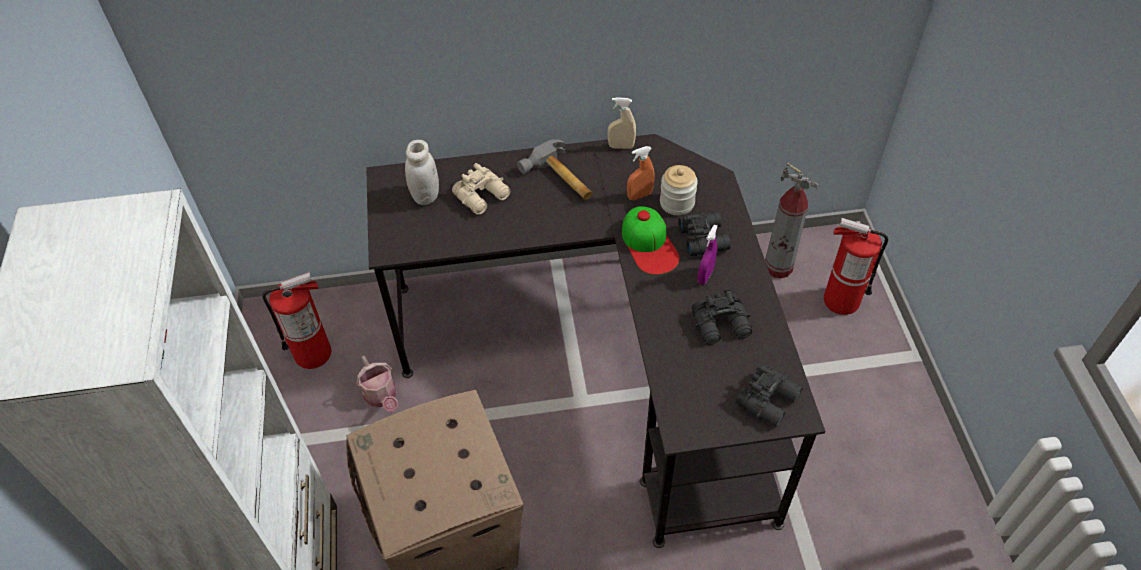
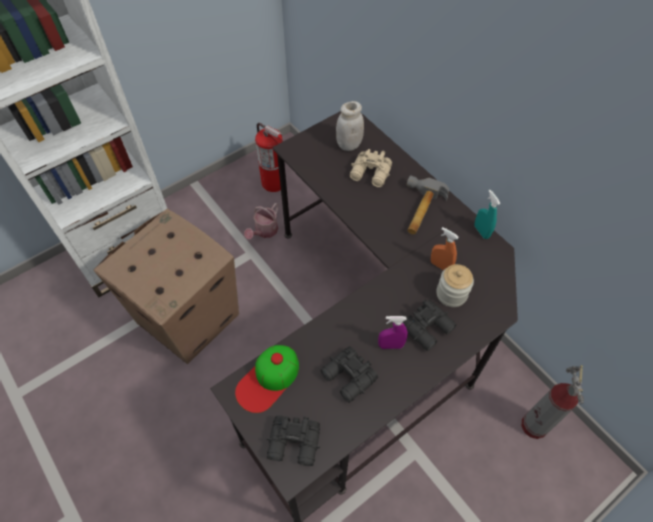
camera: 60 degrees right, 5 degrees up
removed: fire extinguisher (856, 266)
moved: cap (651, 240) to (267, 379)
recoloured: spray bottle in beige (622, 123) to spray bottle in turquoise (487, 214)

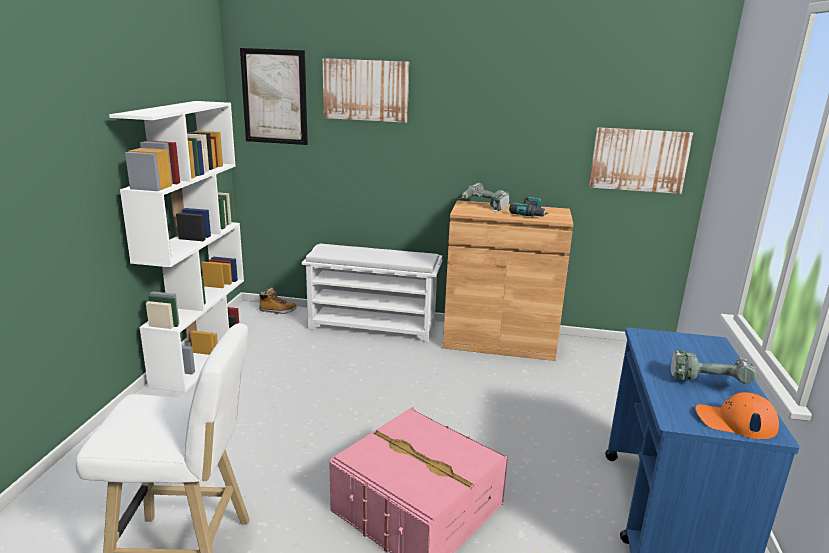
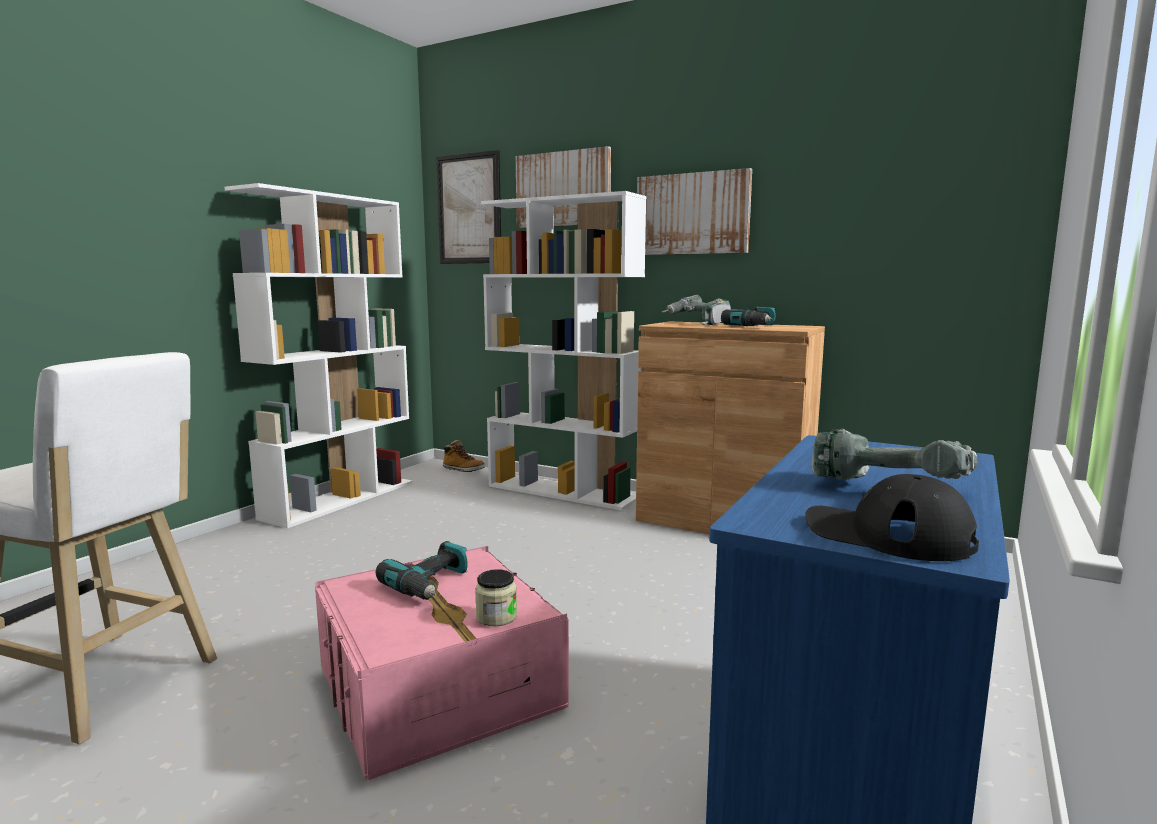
camera: 20 degrees right, 10 degrees down
added: power drill (422, 570); jar (496, 597)
moved: picture (641, 160) to (694, 211)
replaced: shoe rack in white (372, 293) to bookcase in white (563, 350)
recoloured: cap in orange (737, 415) to cap in black (892, 517)

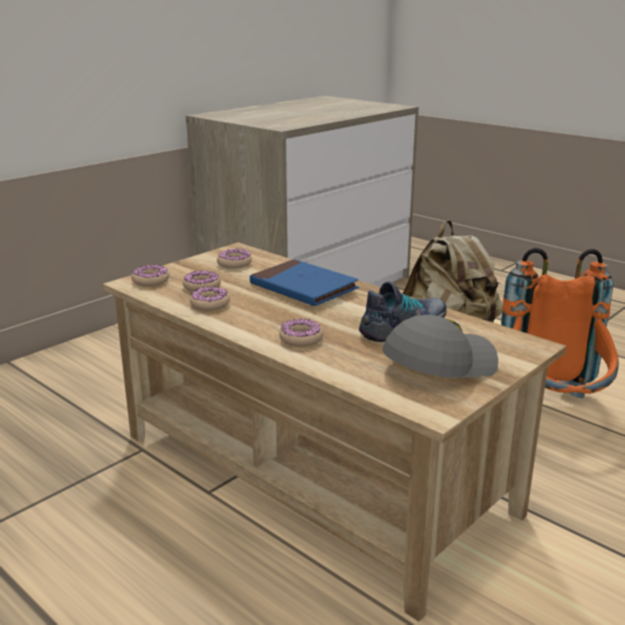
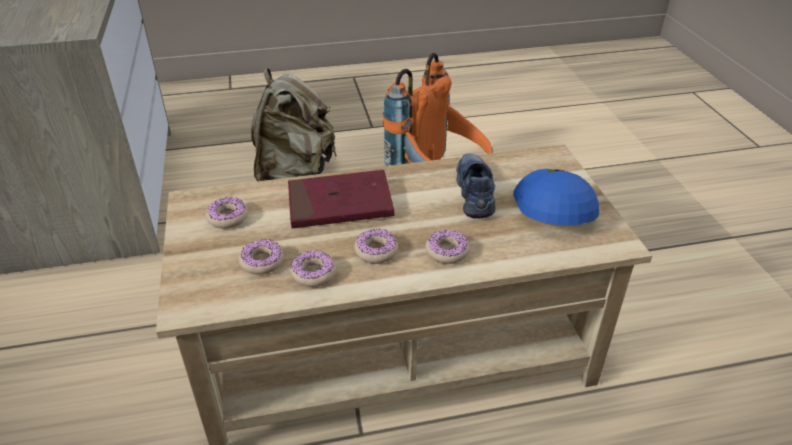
camera: 55 degrees left, 15 degrees up
moved: donut (150, 275) to (376, 246)
recoloured: book in blue (304, 282) to book in red (341, 199); cap in grey (440, 346) to cap in blue (556, 197)

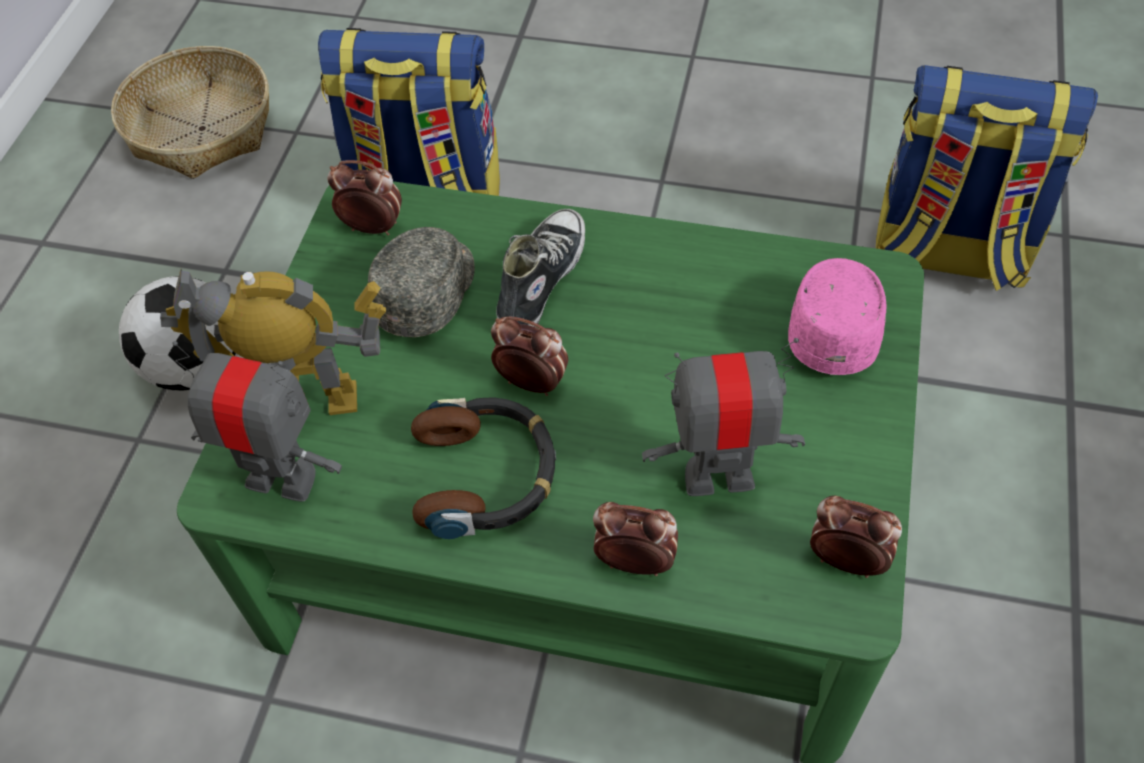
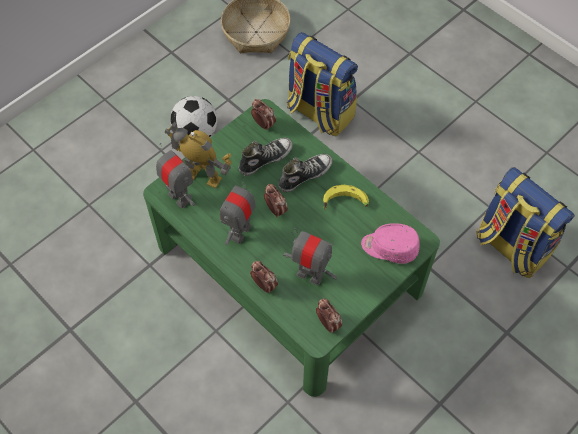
camera: 30 degrees right, 5 degrees up
added: banana (346, 197)
replaced: cap in grey (421, 282) to shoe (266, 157); headphones (483, 468) to toy robot (238, 210)
turned: cap in pink (837, 316) = (390, 243) 120 degrees counterclockwise

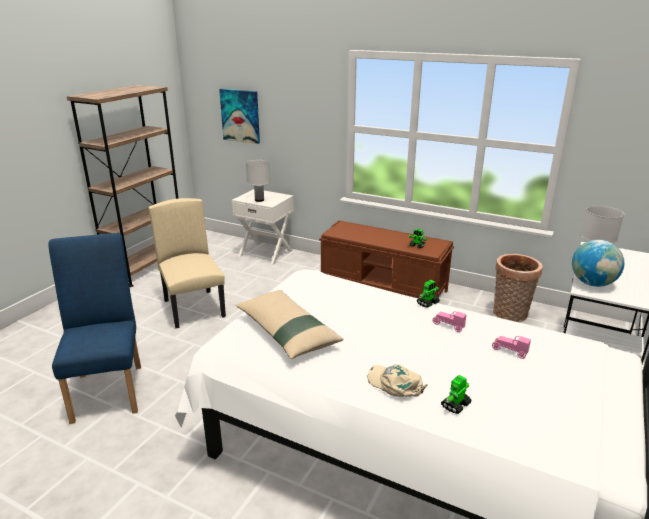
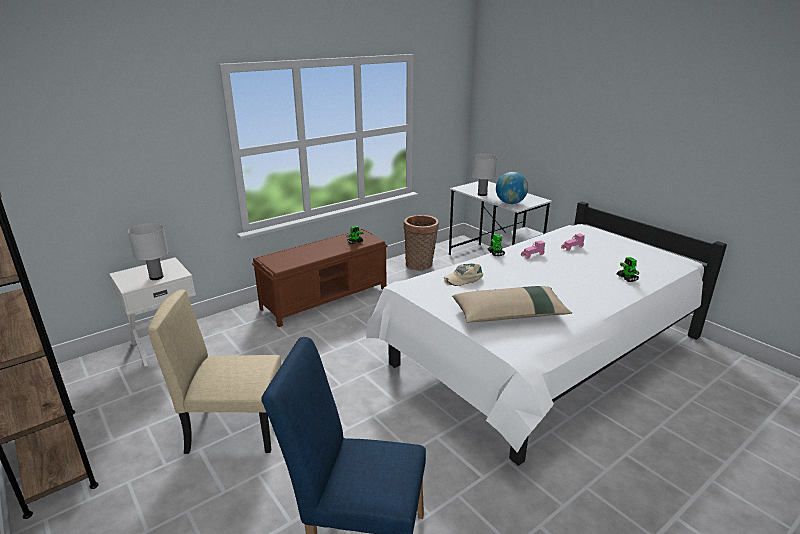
camera: 65 degrees left, 0 degrees up
removed: picture (239, 116)
moved: cap in beige (397, 380) to (463, 274)

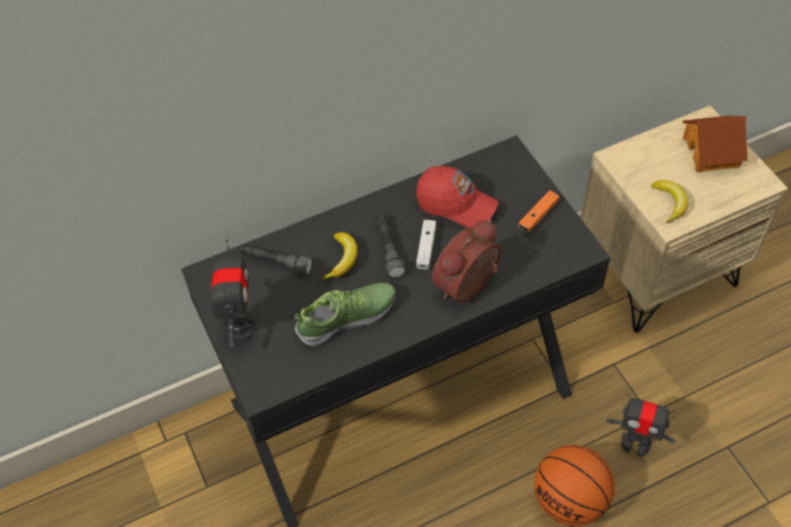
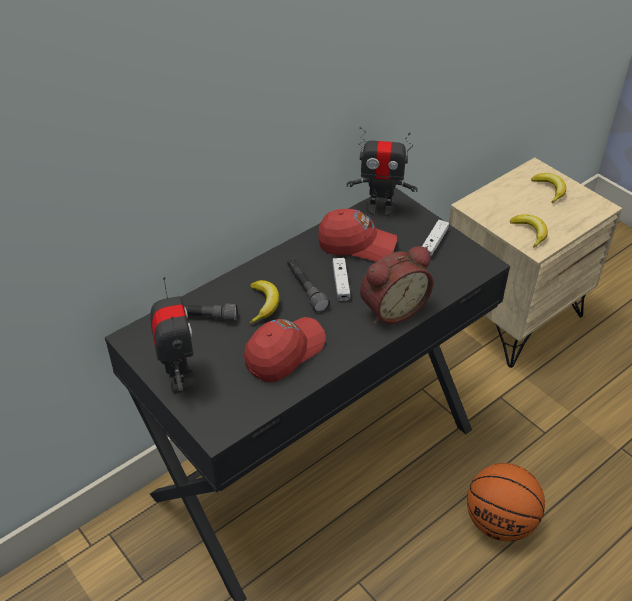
camera: 15 degrees left, 10 degrees down
moved: toy robot (641, 425) to (382, 172)
replaced: toy house (715, 143) to banana (548, 188); shoe (345, 314) to cap in red (285, 349)
recoloured: game controller in orange (538, 211) to game controller in white (435, 238)
turned: alarm clock (466, 261) = (396, 285) 150 degrees counterclockwise

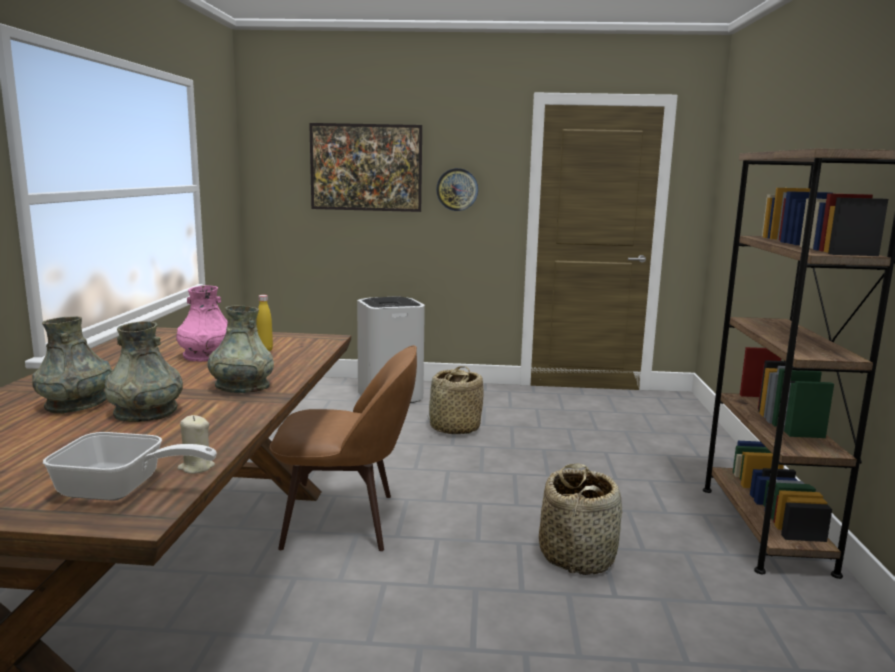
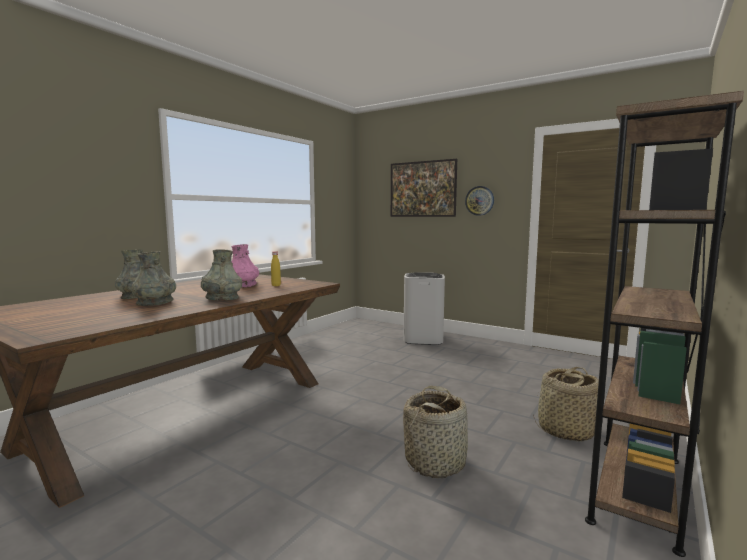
camera: 30 degrees right, 5 degrees down
removed: chair in brown (343, 448); candle in beige (196, 444); frying pan (130, 466)
moved: basket (455, 400) to (566, 404)

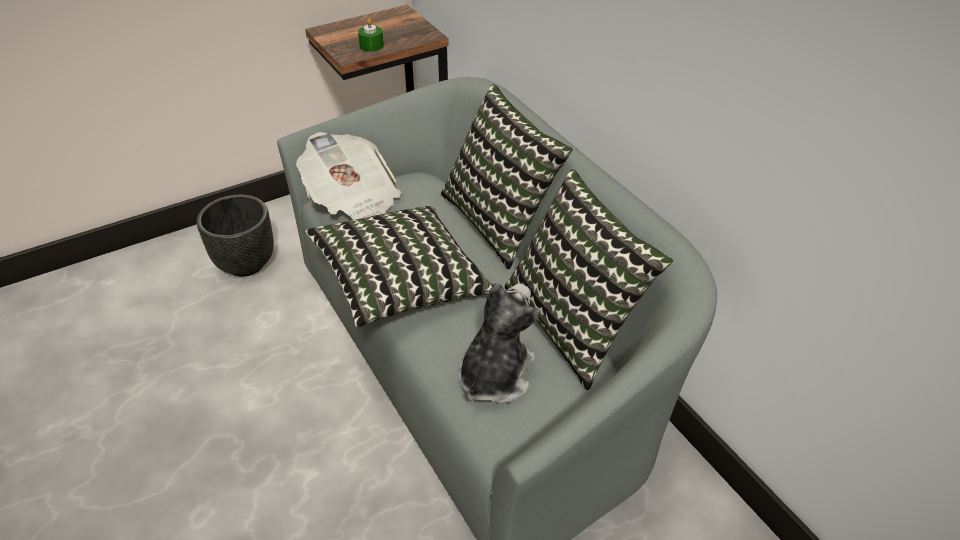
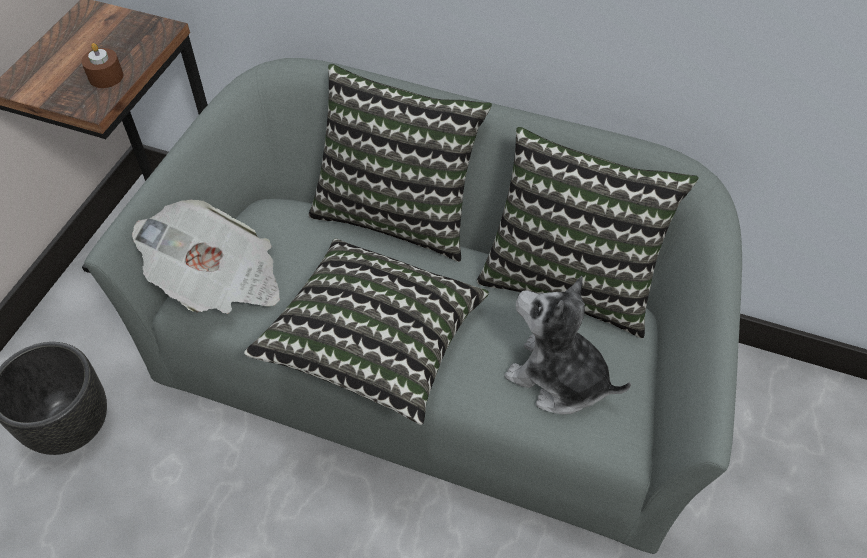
camera: 40 degrees left, 10 degrees up
recoloured: candle in green (371, 35) to candle in brown (102, 65)
turned: plush toy (499, 343) = (567, 345) 45 degrees counterclockwise

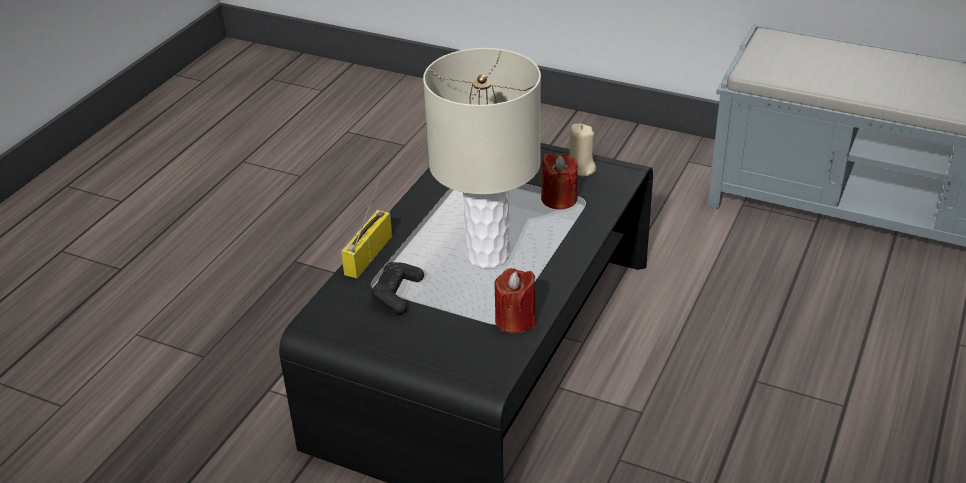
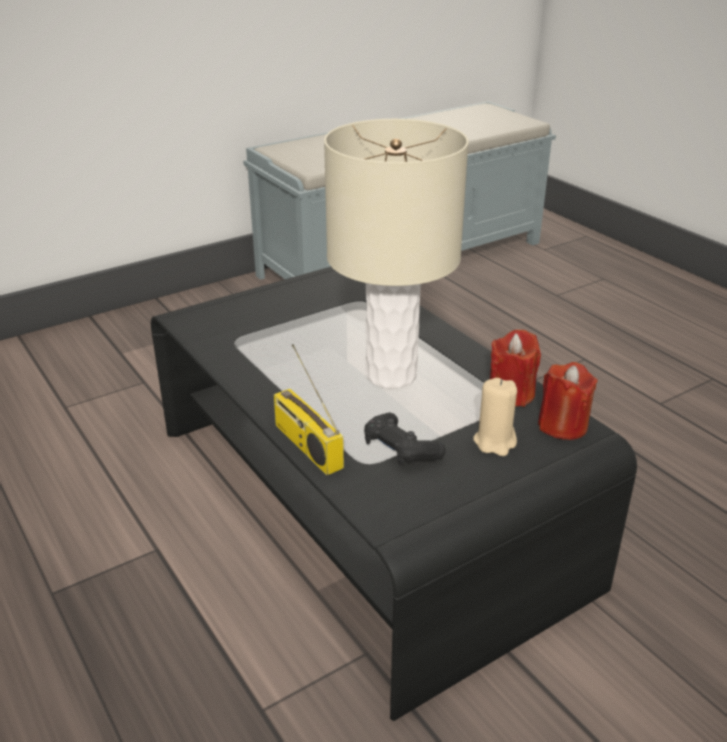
camera: 60 degrees left, 5 degrees down
moved: candle in beige (582, 150) to (495, 417); candle in red (559, 181) to (568, 401)

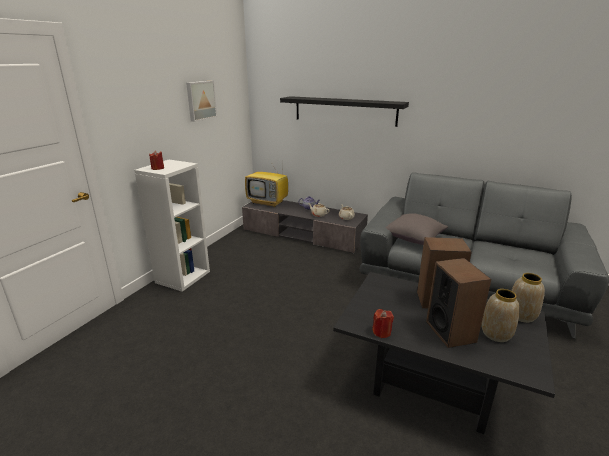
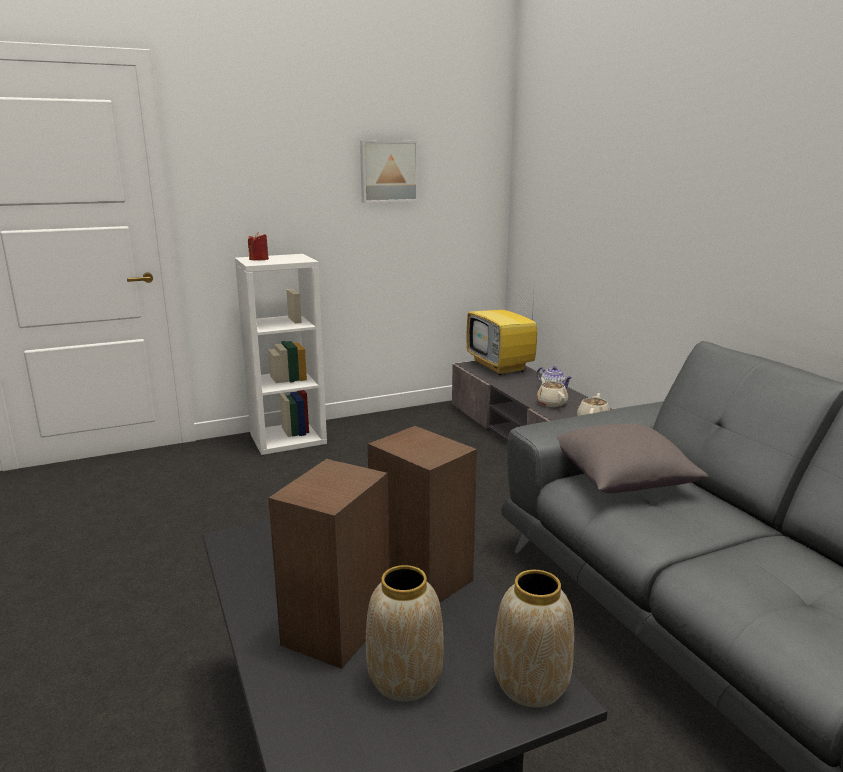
camera: 40 degrees right, 5 degrees down
removed: shelf in black (344, 111); candle in red (383, 323)

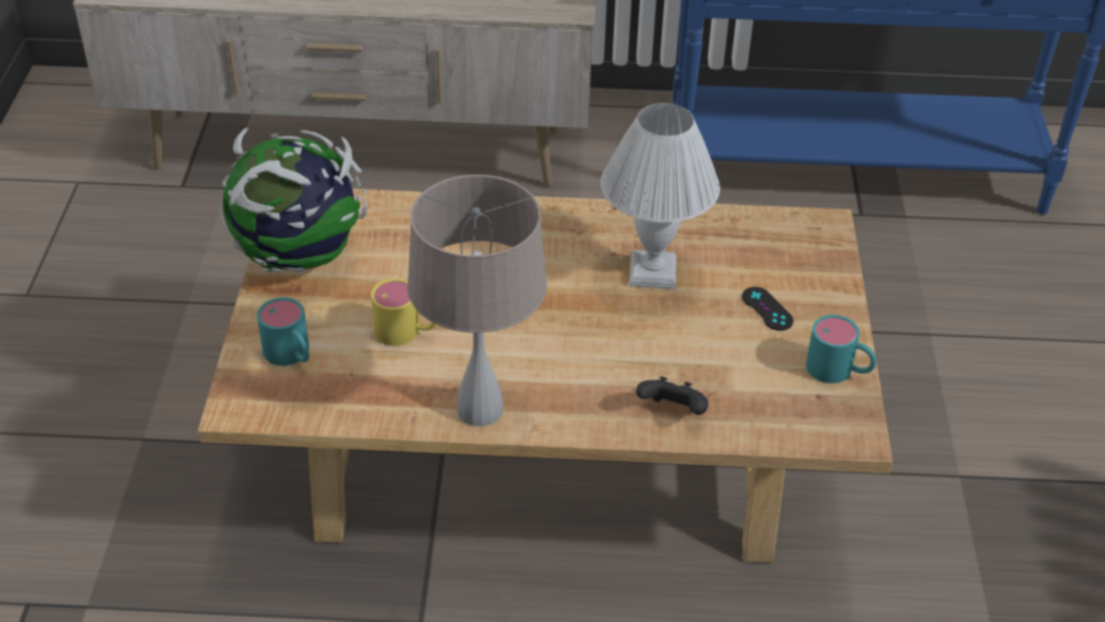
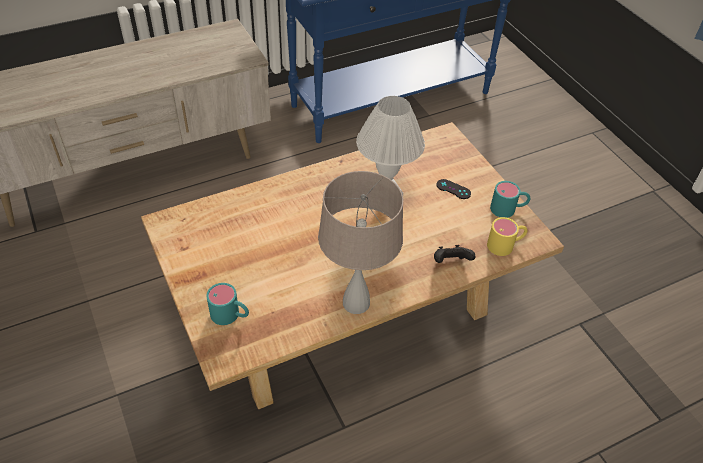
camera: 30 degrees left, 5 degrees up
removed: globe (294, 200)
moved: mug in yellow (404, 312) to (507, 236)

